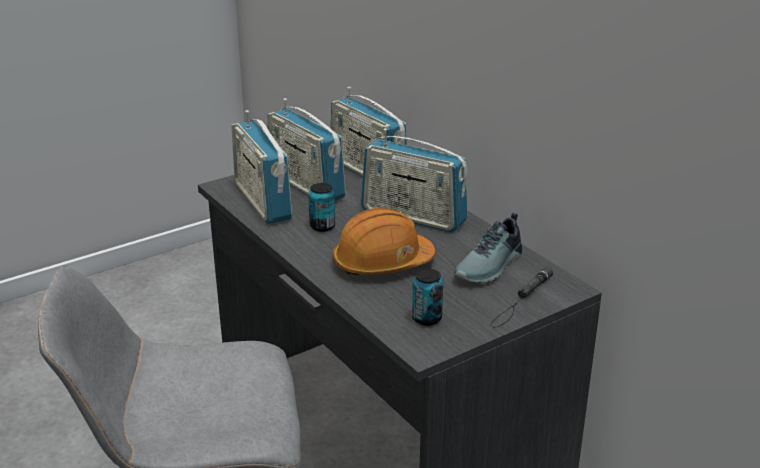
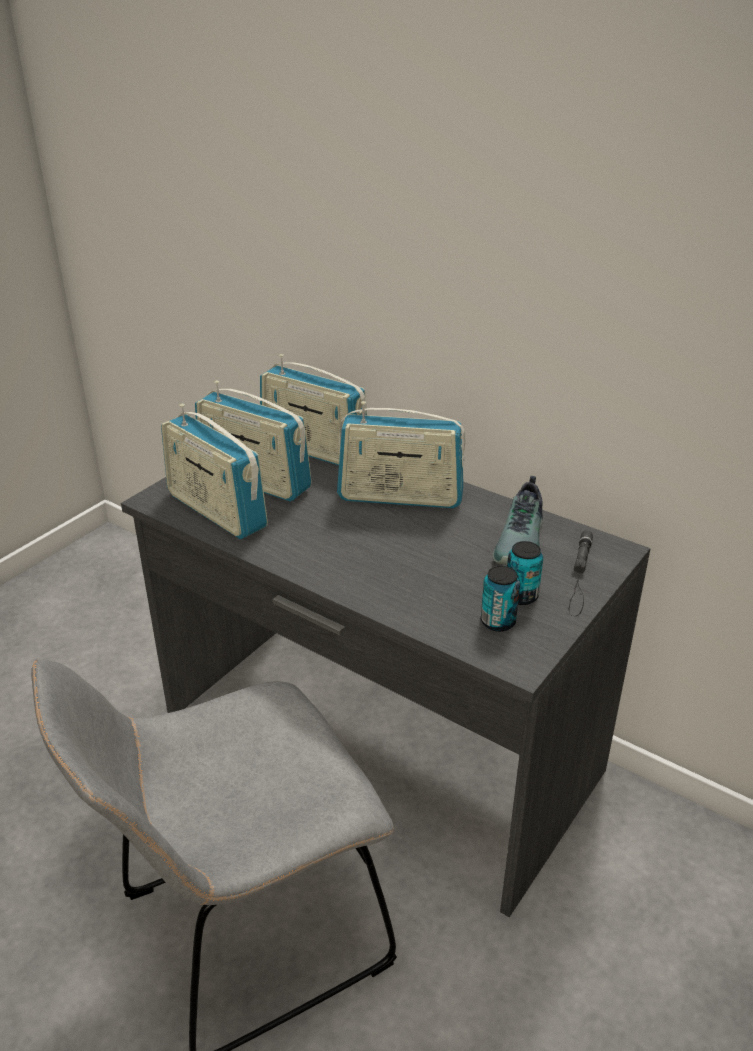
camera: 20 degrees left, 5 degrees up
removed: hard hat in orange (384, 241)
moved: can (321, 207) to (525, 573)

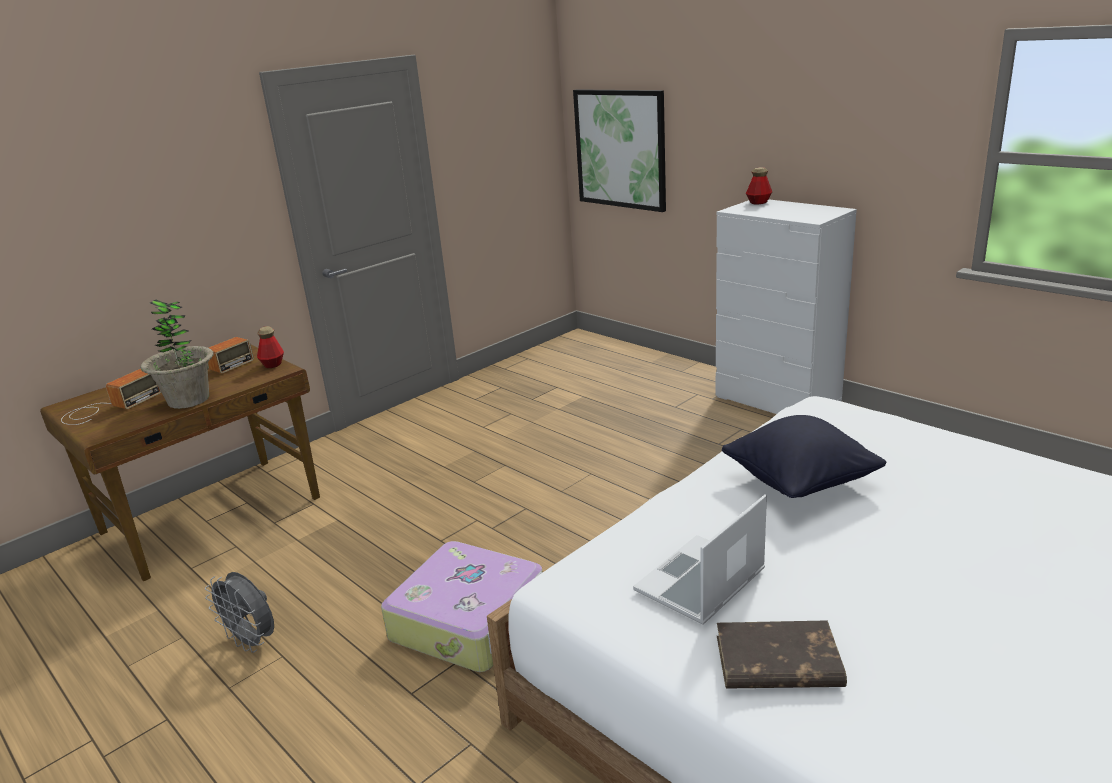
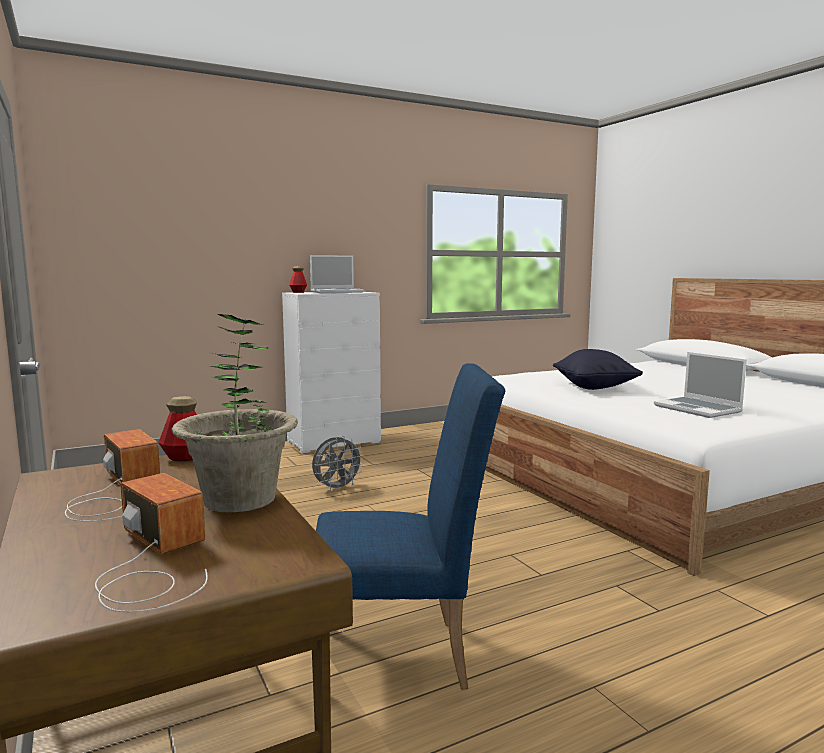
camera: 75 degrees left, 15 degrees down
removed: picture (619, 150); suitcase (462, 606); book in brown (782, 654)
added: laptop (337, 274); chair in blue (410, 526)
moved: fan in grey (239, 612) to (338, 464)

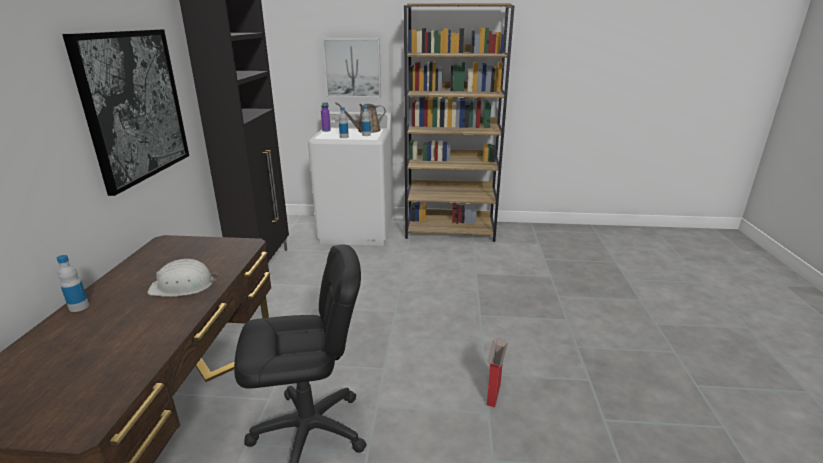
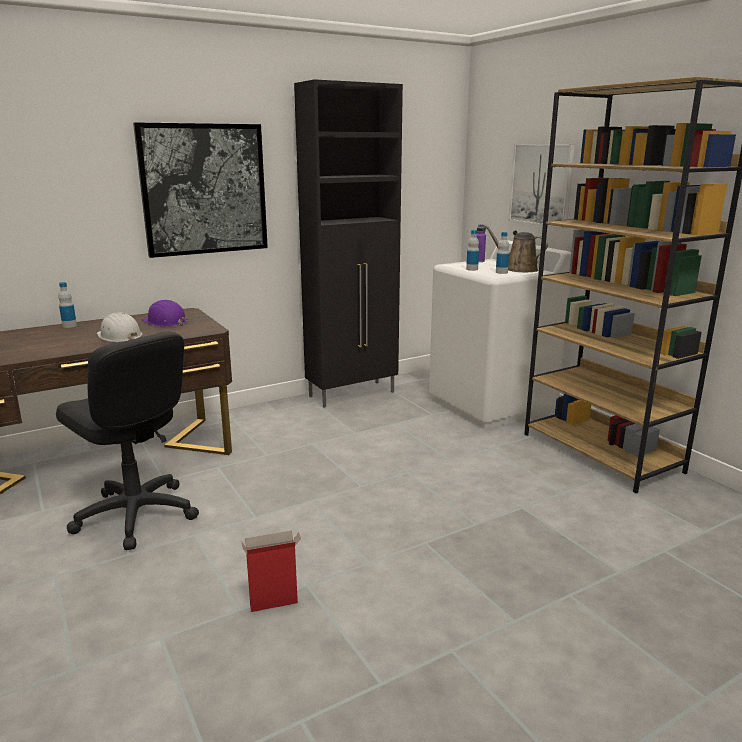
camera: 55 degrees right, 5 degrees down
added: hard hat in purple (165, 313)

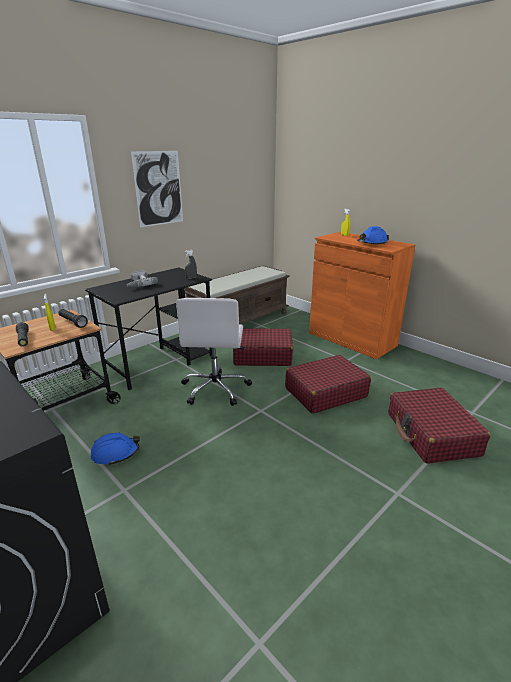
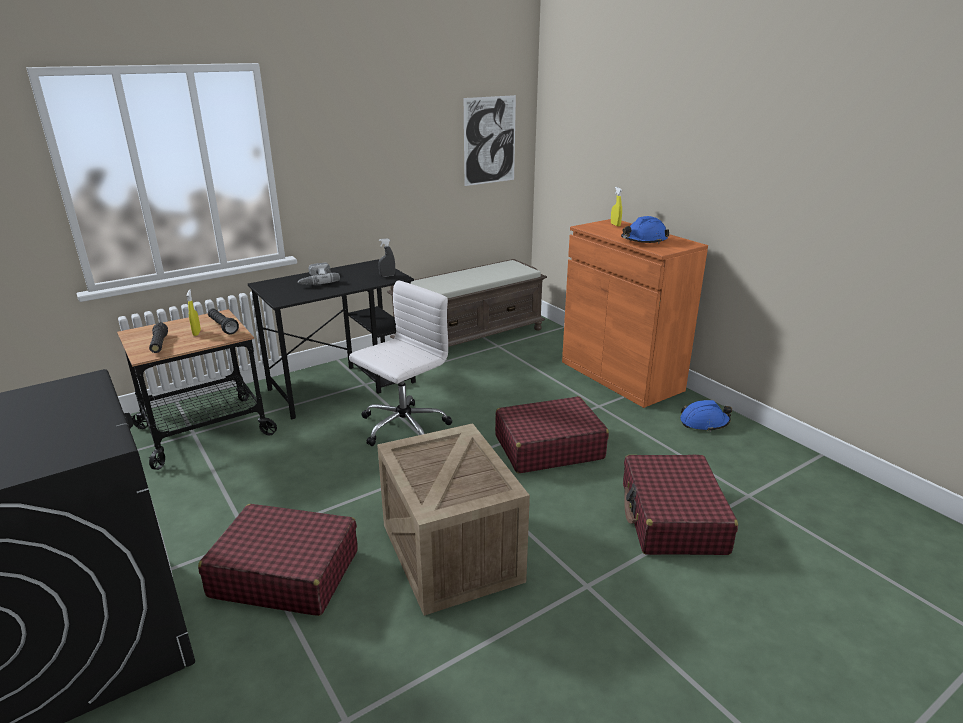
camera: 10 degrees right, 0 degrees up
added: crate (453, 519)
moved: picture (157, 189) to (490, 140); suitcase in red (263, 347) to (278, 560); hard hat in blue (115, 448) to (706, 416)
turned: office chair in white (214, 352) = (400, 363) 150 degrees counterclockwise

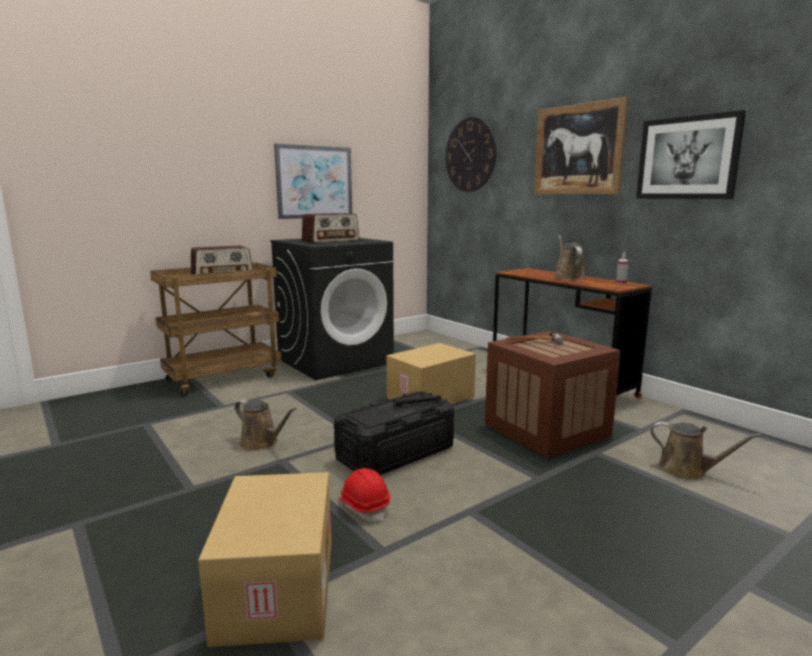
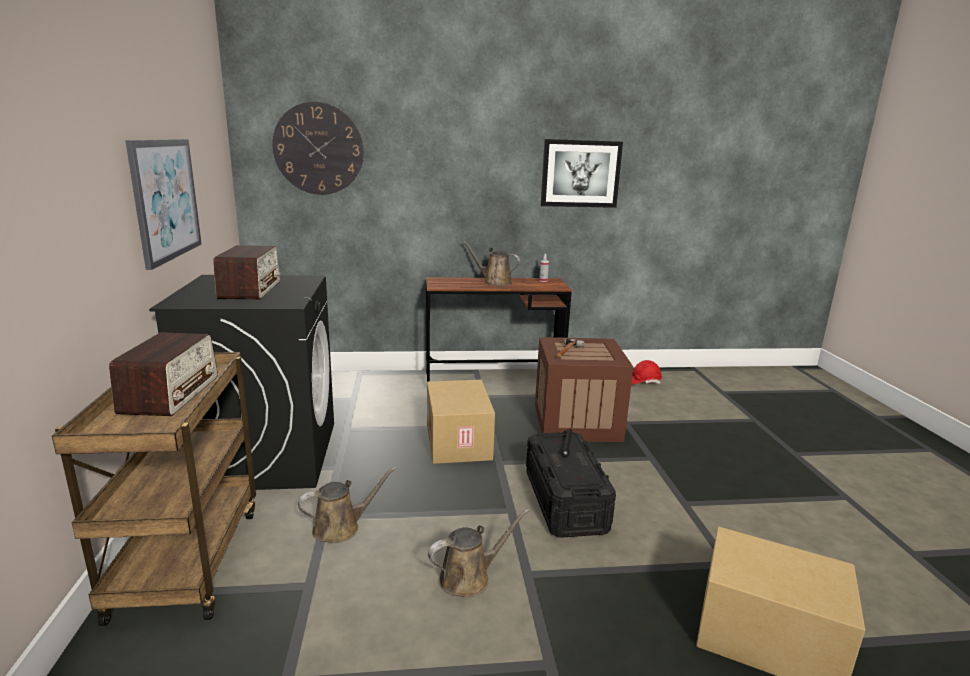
camera: 60 degrees left, 5 degrees up
removed: picture (581, 145)
moved: watering can in brown (706, 451) to (347, 504); hard hat in red (364, 494) to (646, 372)

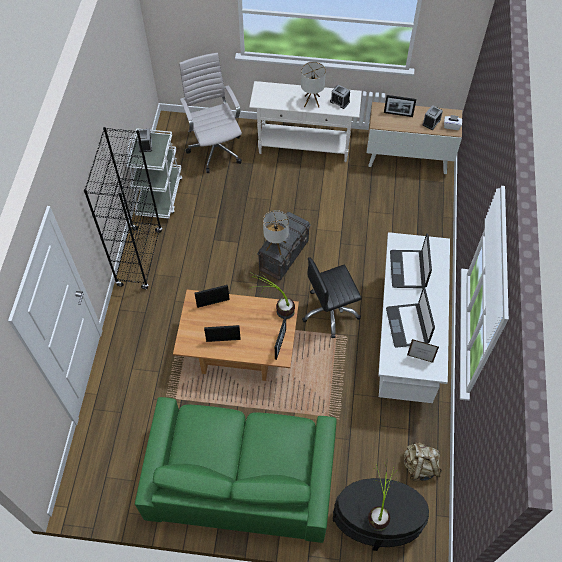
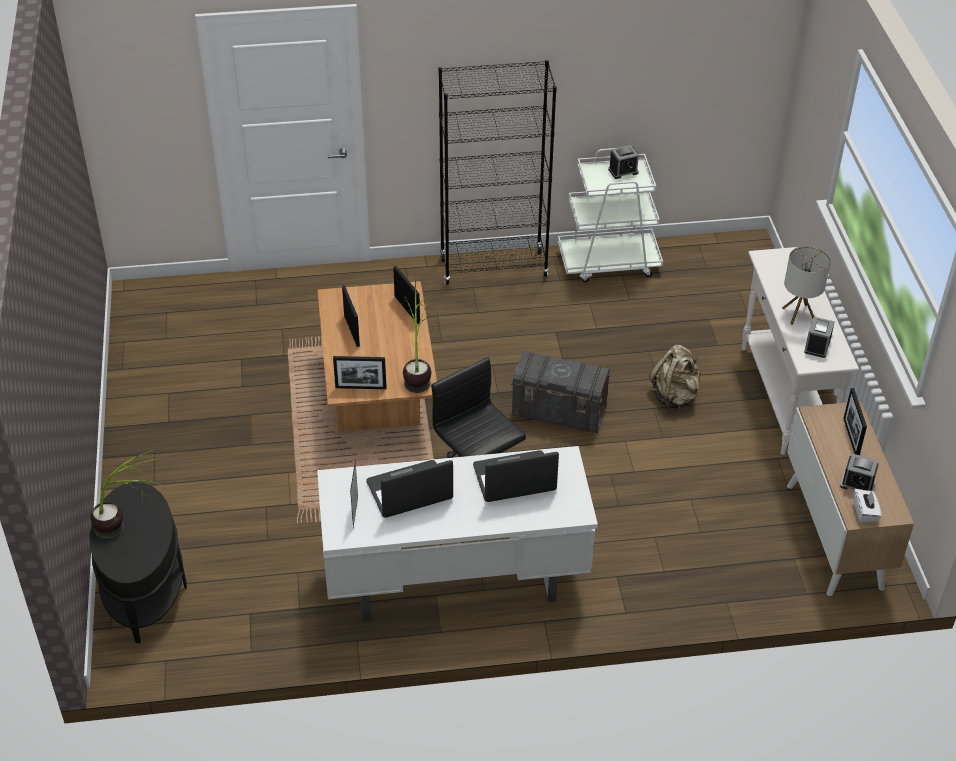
camera: 75 degrees right, 15 degrees down
removed: office chair in white (210, 113); table lamp (276, 232); sofa in green (236, 470)
moved: backpack in beige (423, 461) to (675, 378)

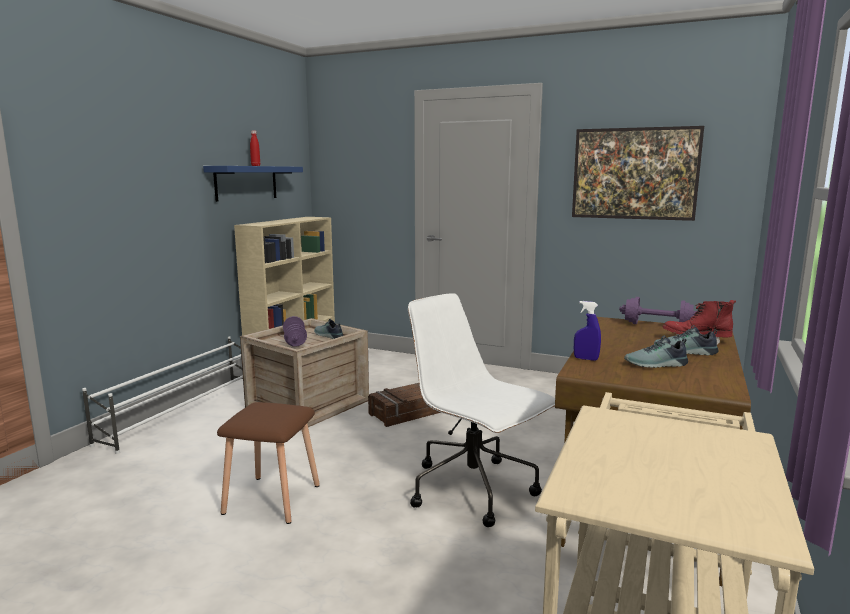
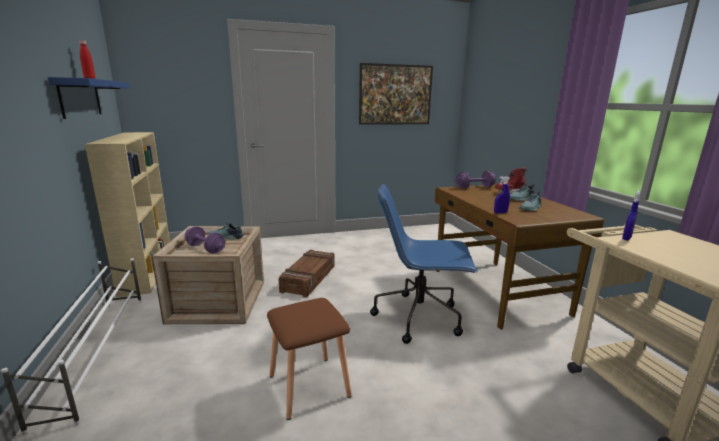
camera: 40 degrees left, 5 degrees up
added: spray bottle in blue (631, 216)
recoloured: office chair in white (481, 410) to office chair in blue (424, 264)

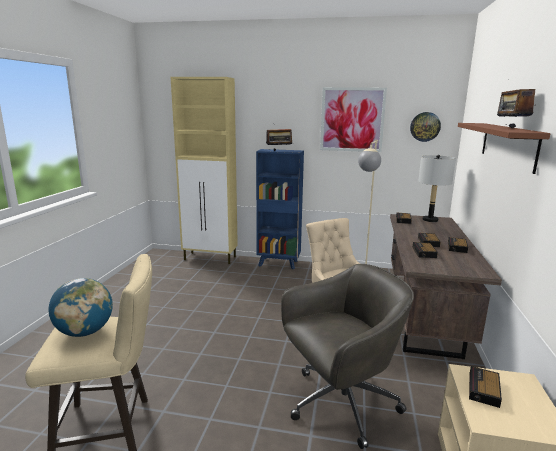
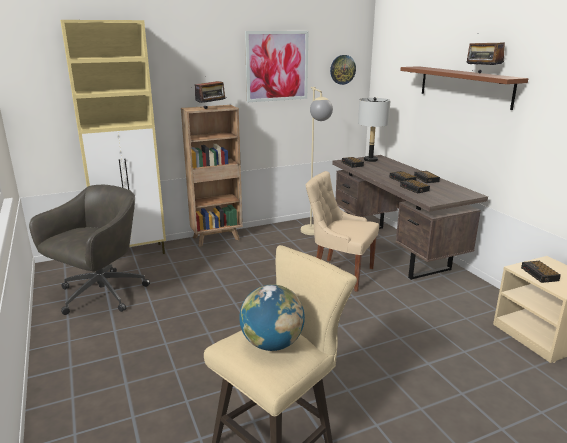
camera: 35 degrees left, 5 degrees up
moved: office chair in grey (347, 356) to (89, 250)
recoloured: bookcase in blue (280, 209) to bookcase in brown (212, 176)

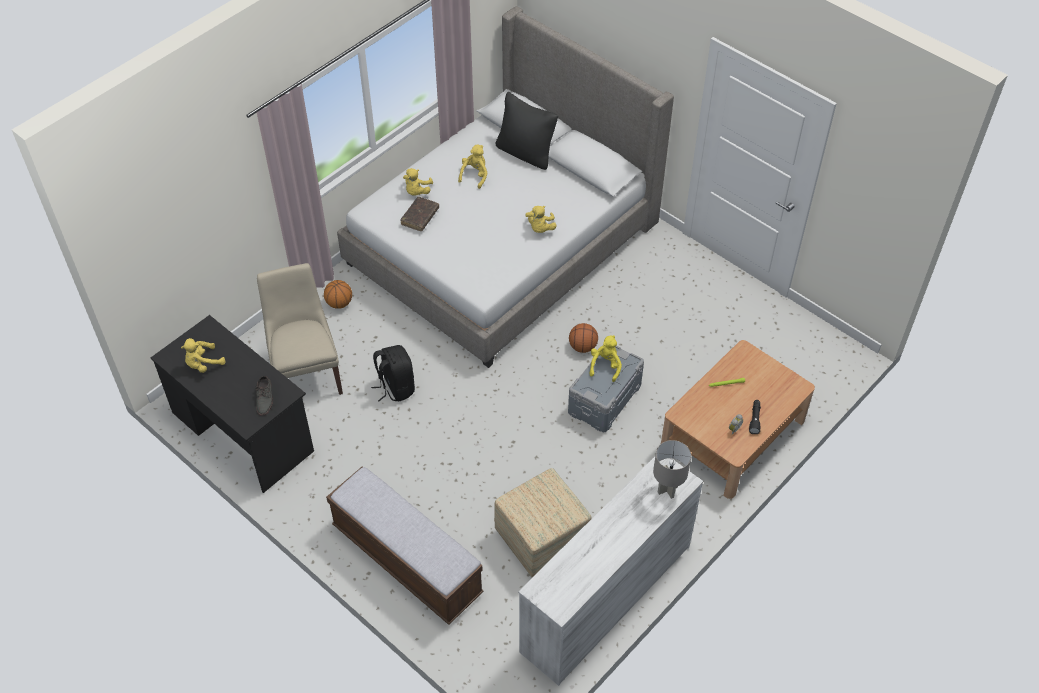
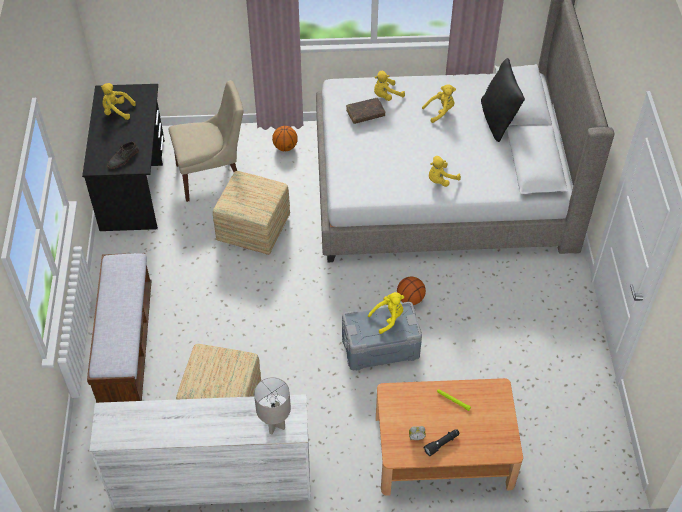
camera: 45 degrees right, 0 degrees up
replaced: backpack in black (393, 373) to ottoman (251, 213)
turned: chair in beige (300, 329) = (206, 141) 45 degrees clockwise

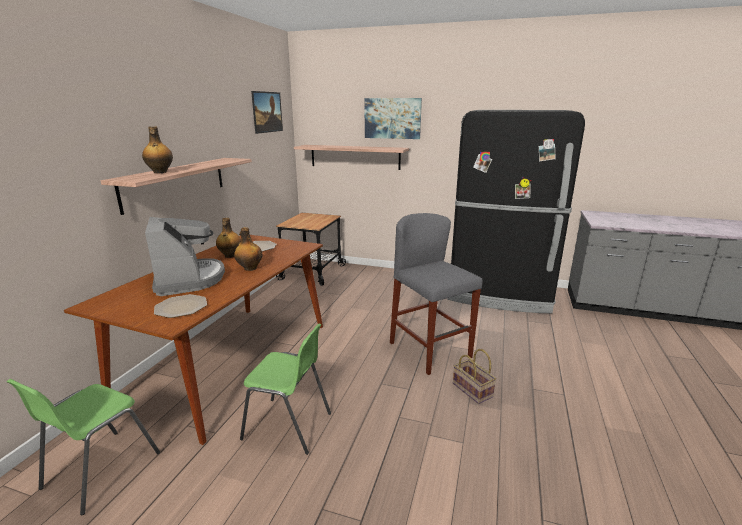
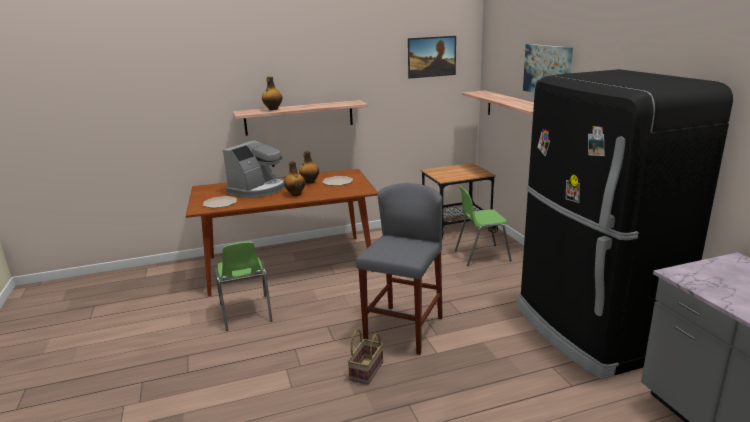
camera: 55 degrees right, 0 degrees up
moved: chair in green (83, 447) to (483, 226)

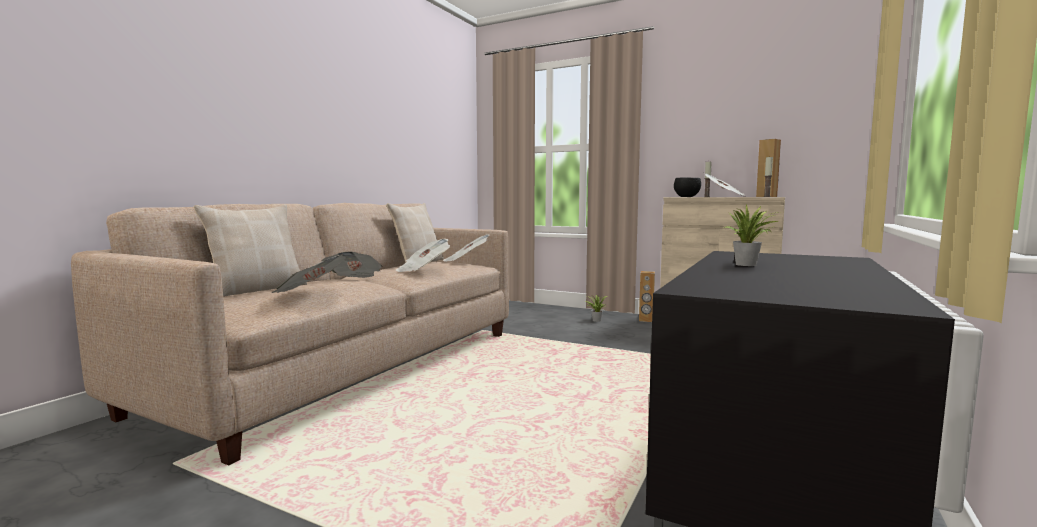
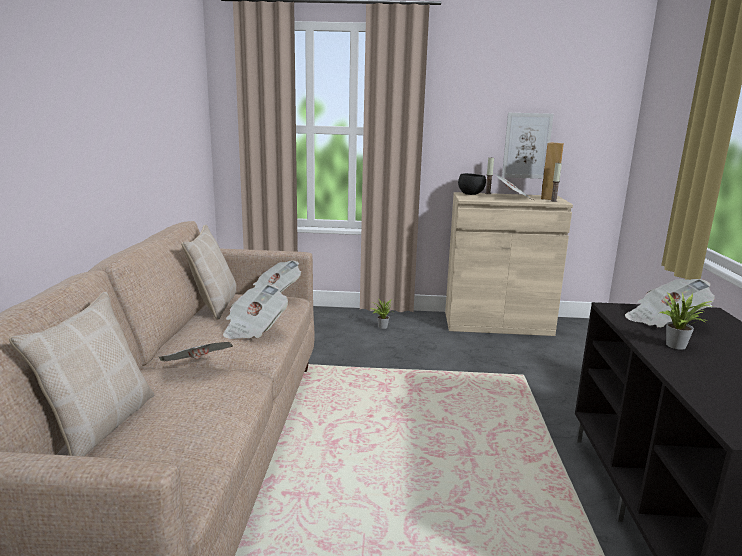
camera: 25 degrees left, 10 degrees up
removed: speaker in brown (647, 296)
added: picture (528, 146)
moved: newspaper (308, 273) to (670, 303)

